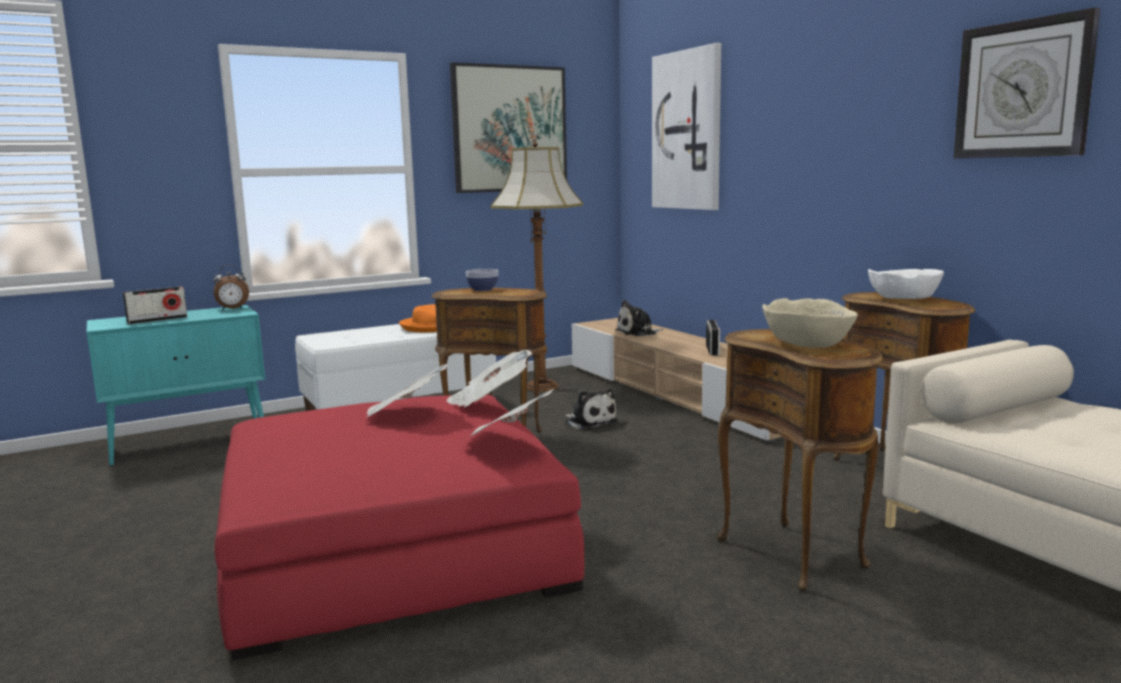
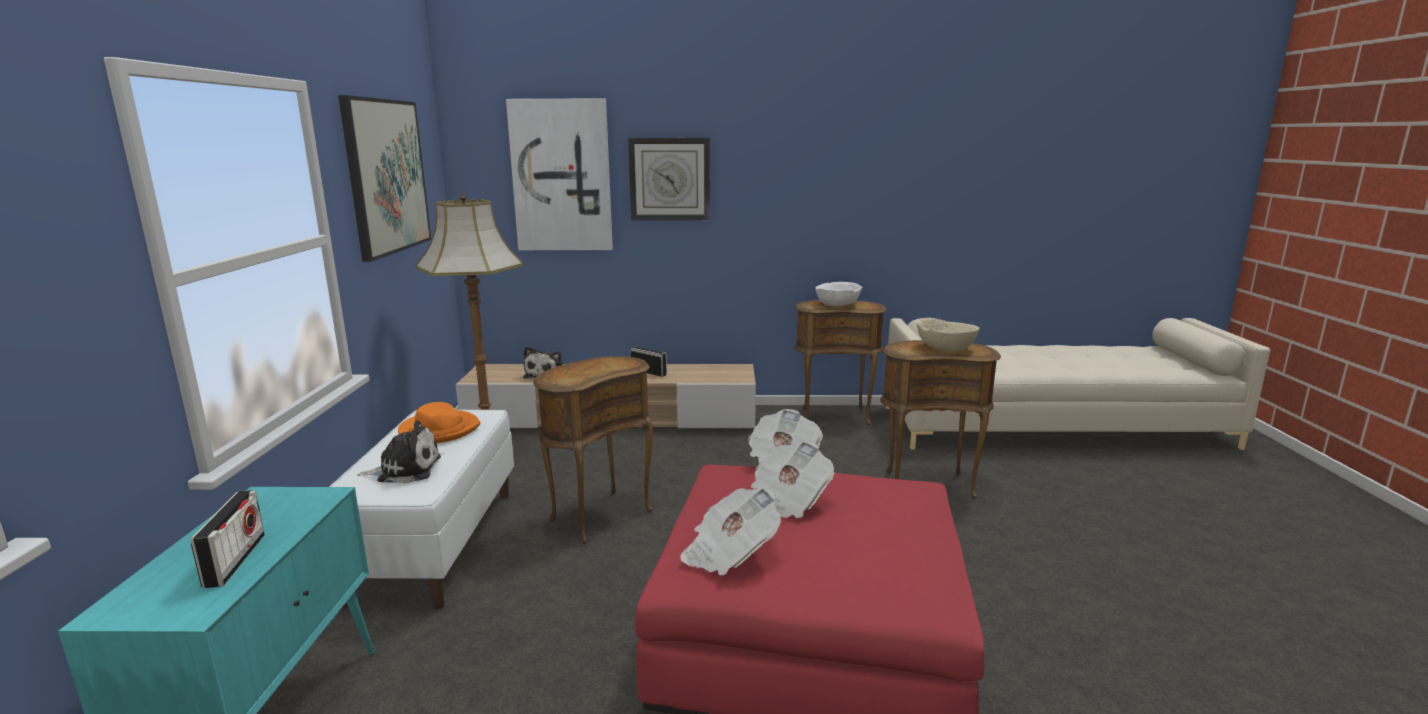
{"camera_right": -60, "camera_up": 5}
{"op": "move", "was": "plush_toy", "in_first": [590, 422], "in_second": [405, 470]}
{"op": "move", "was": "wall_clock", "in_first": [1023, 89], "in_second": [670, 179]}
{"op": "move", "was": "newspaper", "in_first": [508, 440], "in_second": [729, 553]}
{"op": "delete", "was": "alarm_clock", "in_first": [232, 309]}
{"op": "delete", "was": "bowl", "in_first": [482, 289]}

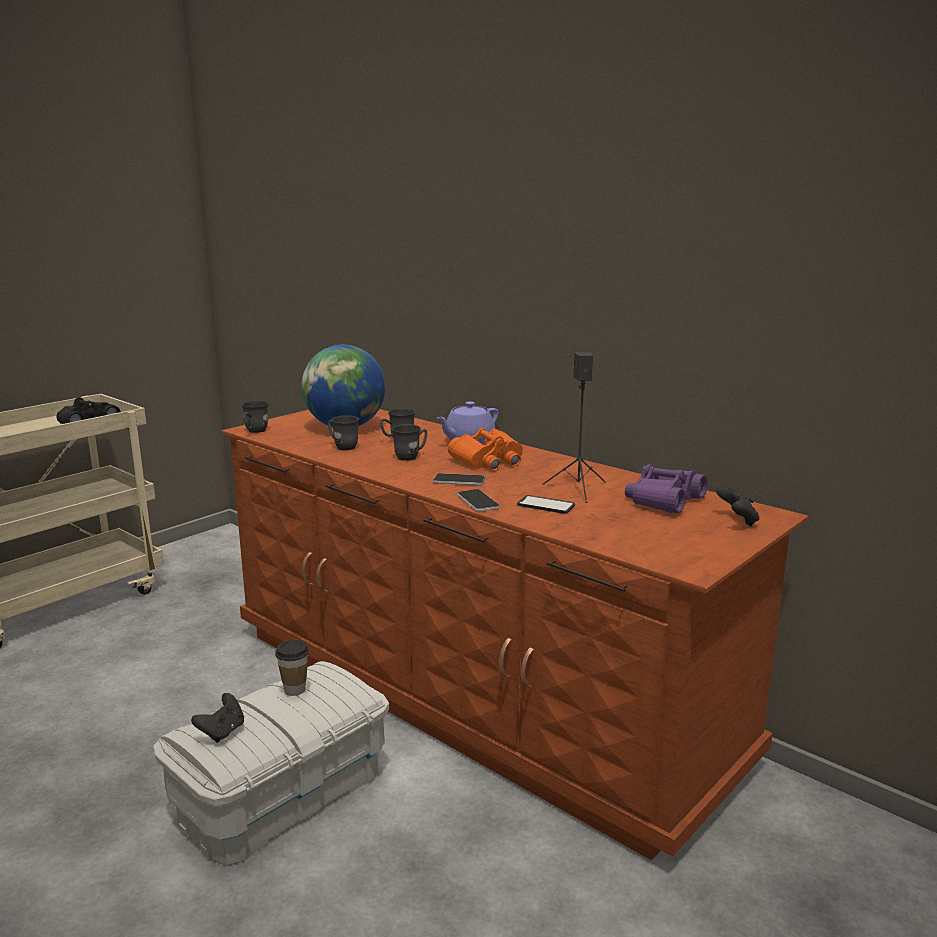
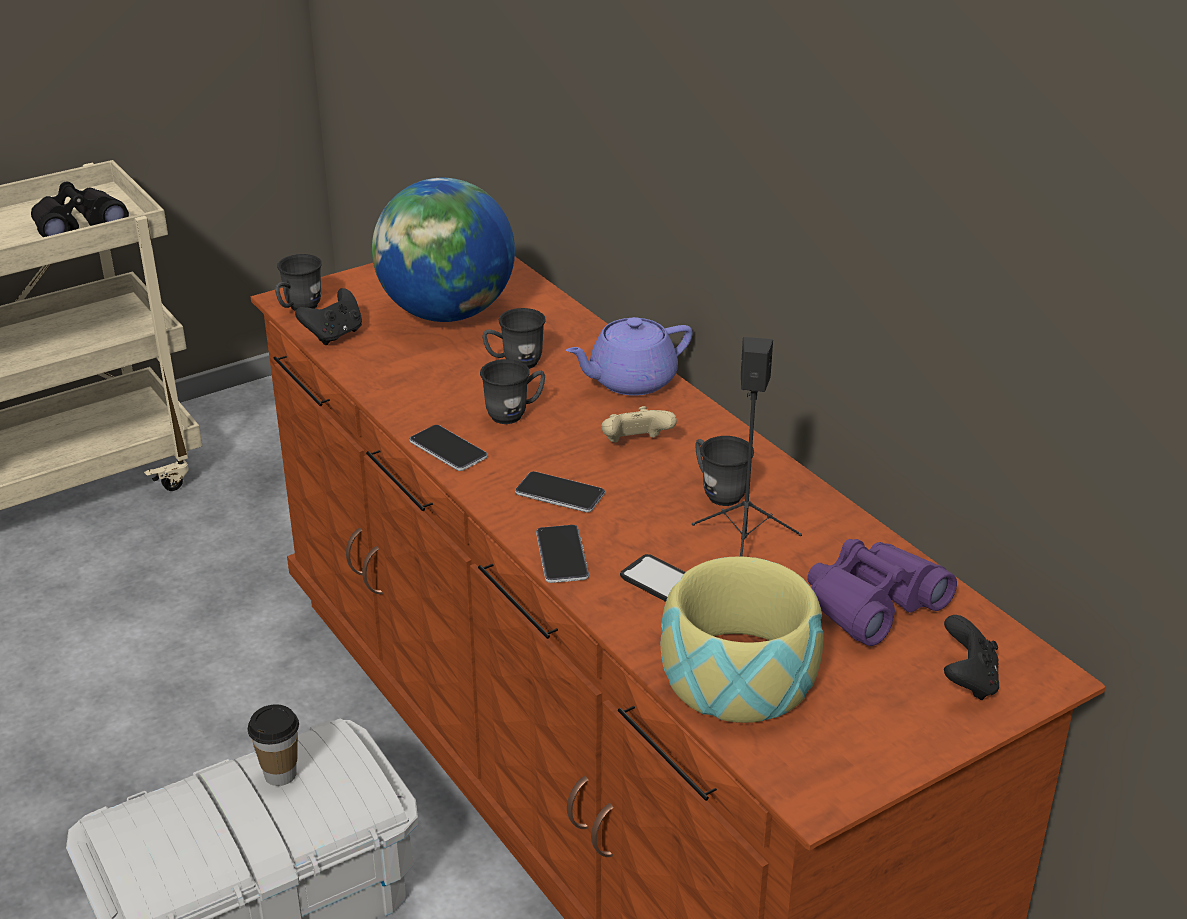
{"camera_right": 15, "camera_up": 15}
{"op": "move", "was": "black_game_controller", "in_first": [222, 732], "in_second": [334, 335]}
{"op": "insert", "now": "phone", "in_second": [448, 449]}
{"op": "replace", "was": "orange_binoculars", "now": "beige_game_controller", "in_first": [488, 461], "in_second": [635, 445]}
{"op": "insert", "now": "bowl", "in_second": [737, 676]}
{"op": "move", "was": "grey_mug", "in_first": [342, 446], "in_second": [718, 492]}

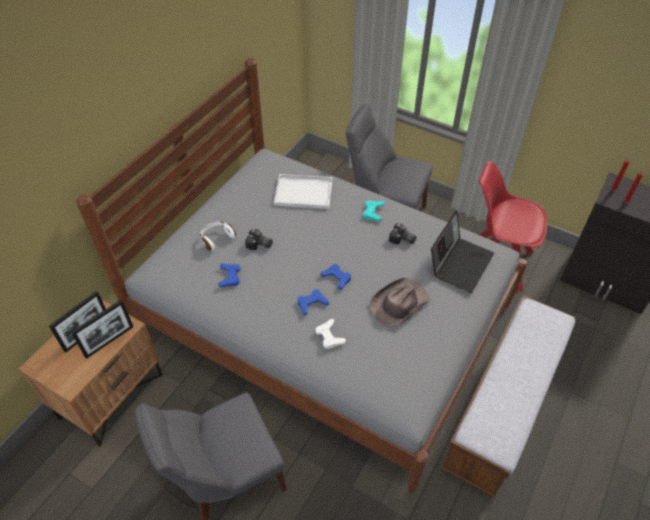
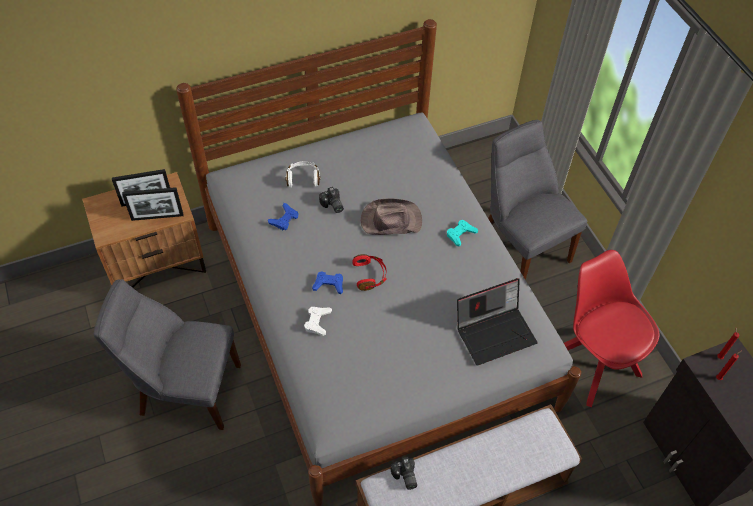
{"camera_right": 35, "camera_up": 5}
{"op": "replace", "was": "blue_game_controller", "now": "red_headphones", "in_first": [336, 278], "in_second": [370, 275]}
{"op": "move", "was": "brown_hat", "in_first": [398, 304], "in_second": [390, 220]}
{"op": "move", "was": "photo_camera", "in_first": [402, 240], "in_second": [404, 477]}
{"op": "delete", "was": "white_tray", "in_first": [302, 193]}

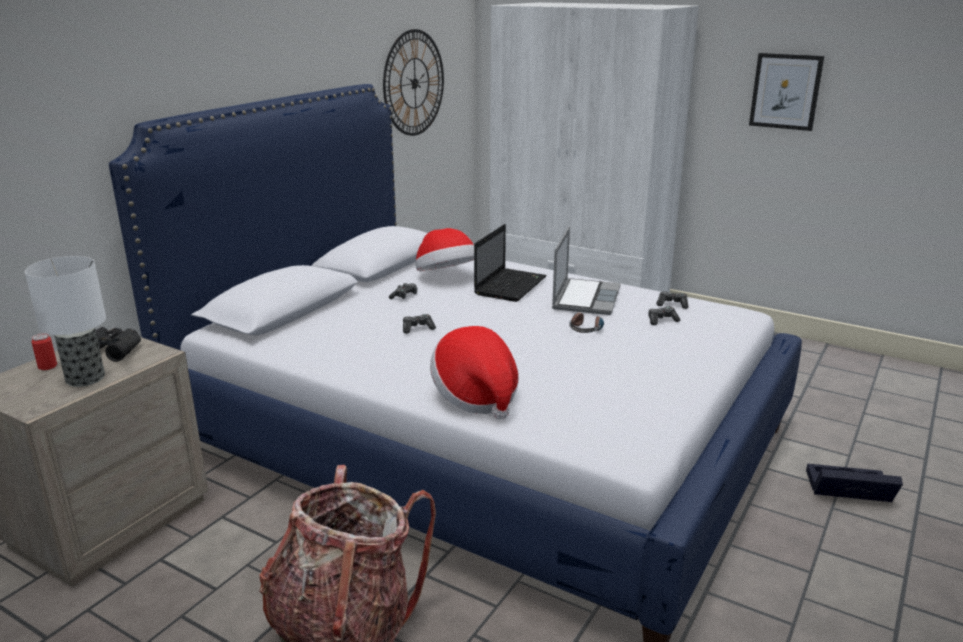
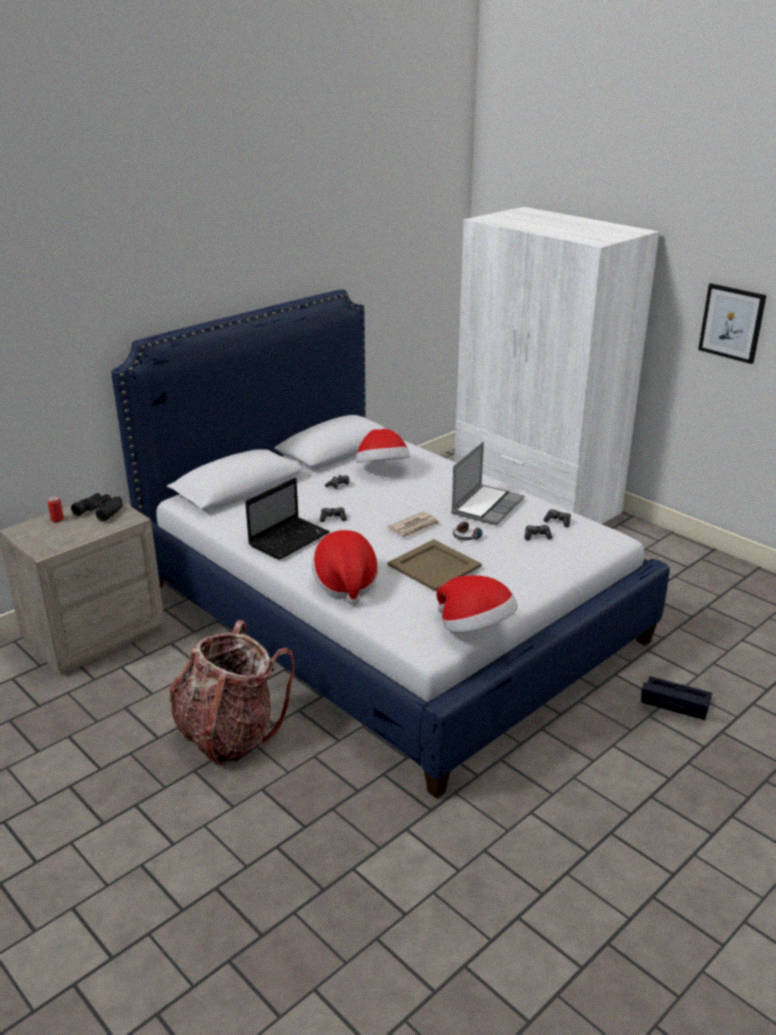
{"camera_right": 15, "camera_up": 5}
{"op": "move", "was": "laptop", "in_first": [510, 285], "in_second": [290, 539]}
{"op": "insert", "now": "newspaper", "in_second": [415, 527]}
{"op": "insert", "now": "beige_tray", "in_second": [434, 566]}
{"op": "insert", "now": "hat", "in_second": [475, 629]}
{"op": "delete", "was": "table_lamp", "in_first": [86, 378]}
{"op": "delete", "was": "wall_clock", "in_first": [414, 83]}

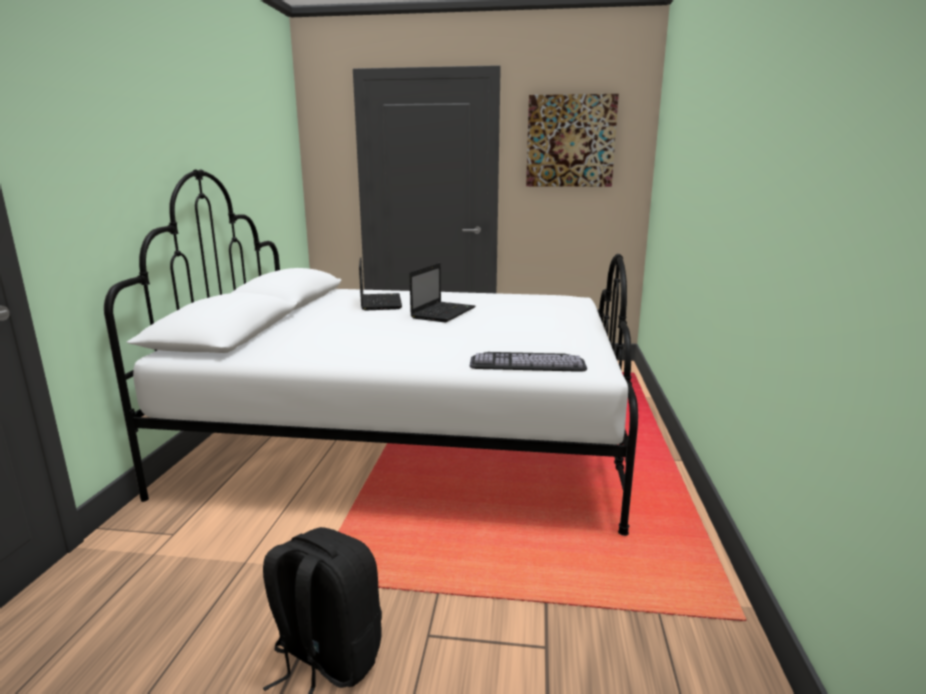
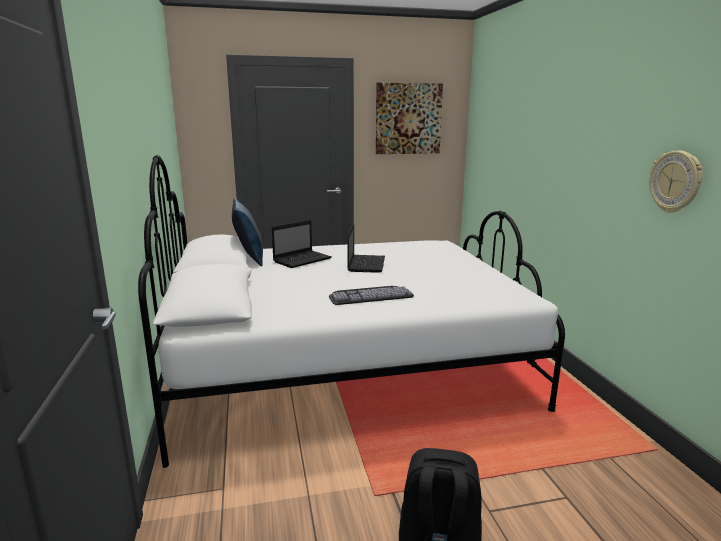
{"camera_right": -20, "camera_up": 0}
{"op": "insert", "now": "blue_pillow", "in_second": [249, 258]}
{"op": "rotate", "was": "laptop", "in_first": [380, 302], "in_second": [303, 260], "clockwise": 75}
{"op": "move", "was": "keyboard", "in_first": [528, 362], "in_second": [370, 295]}
{"op": "insert", "now": "wall_clock", "in_second": [675, 182]}

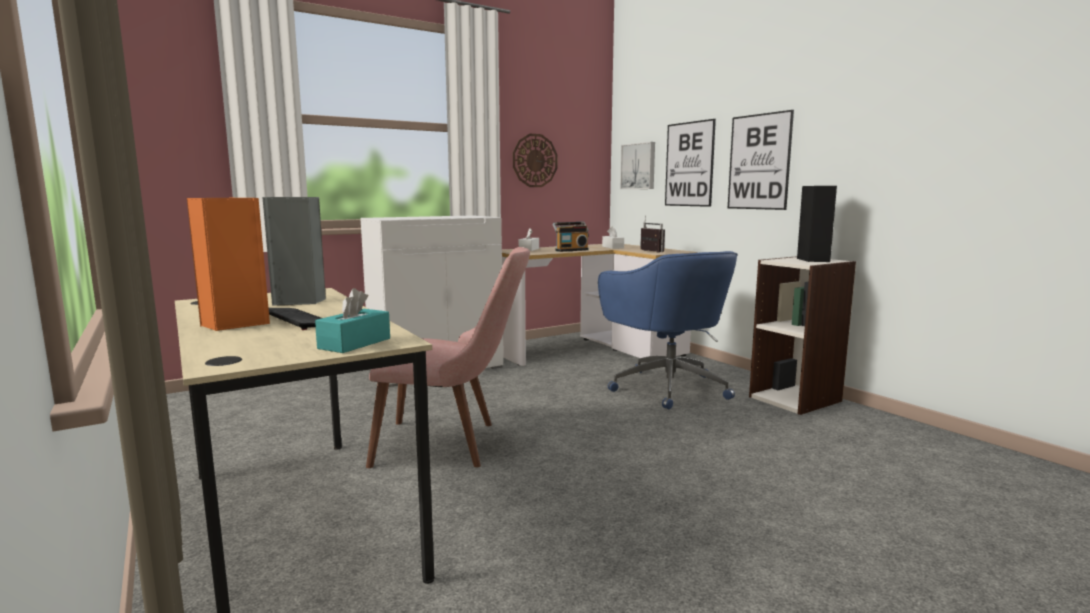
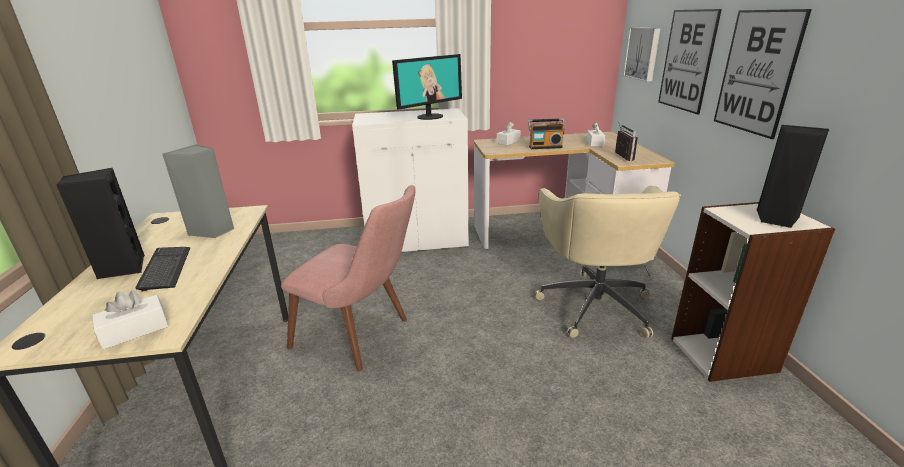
{"camera_right": 25, "camera_up": 15}
{"op": "recolor", "was": "orange_speaker", "now": "black_speaker", "in_first": [233, 324], "in_second": [122, 268]}
{"op": "recolor", "was": "turquoise_tissue_box", "now": "white_tissue_box", "in_first": [354, 343], "in_second": [135, 330]}
{"op": "insert", "now": "monitor", "in_second": [430, 116]}
{"op": "recolor", "was": "blue_office_chair", "now": "beige_office_chair", "in_first": [667, 387], "in_second": [595, 304]}
{"op": "delete", "was": "wall_clock", "in_first": [534, 160]}

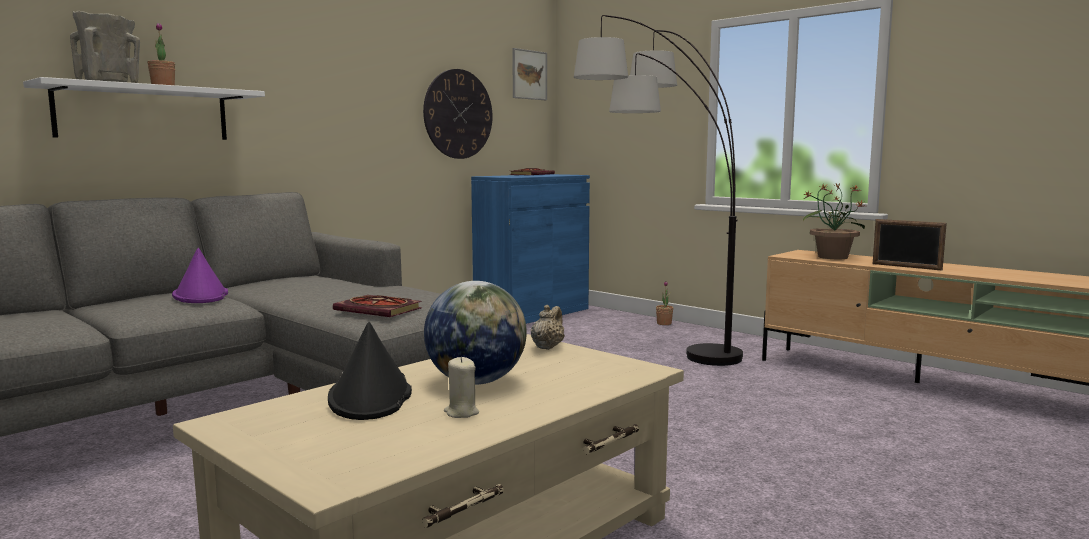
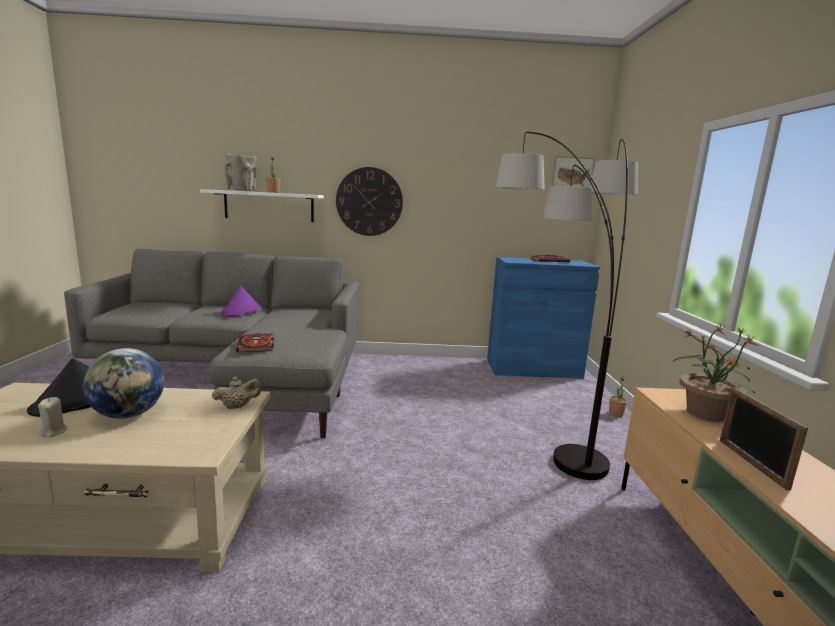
{"camera_right": 45, "camera_up": 5}
{"op": "move", "was": "wall_clock", "in_first": [458, 114], "in_second": [369, 202]}

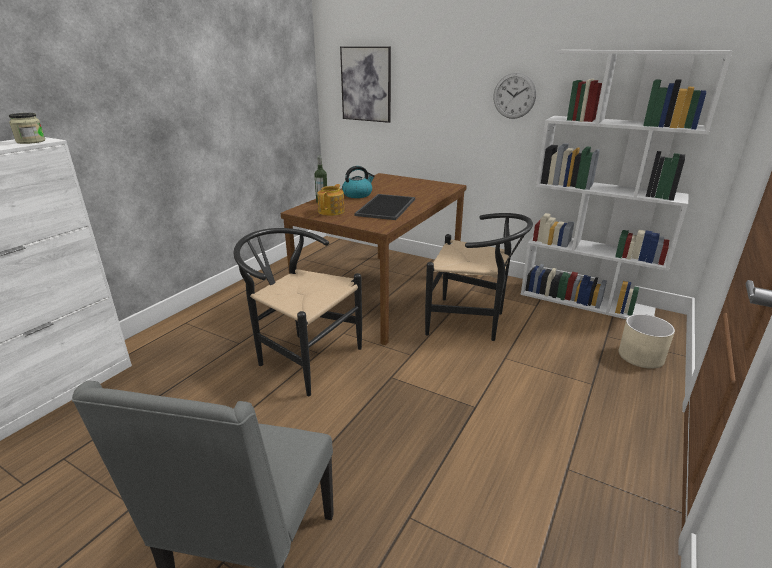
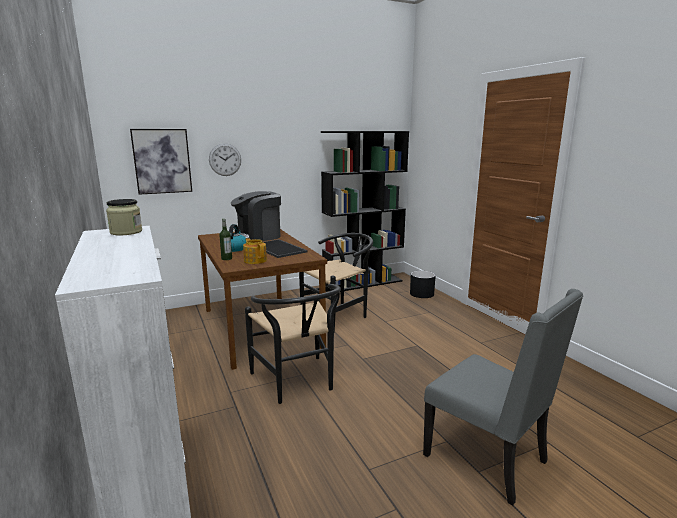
{"camera_right": -55, "camera_up": -10}
{"op": "move", "was": "wall_clock", "in_first": [514, 96], "in_second": [225, 159]}
{"op": "insert", "now": "coffee_machine", "in_second": [258, 237]}
{"op": "rotate", "was": "black_chair", "in_first": [301, 357], "in_second": [297, 383], "clockwise": -90}
{"op": "recolor", "was": "white_bookcase", "now": "black_bookcase", "in_first": [586, 301], "in_second": [363, 283]}
{"op": "recolor", "was": "beige_planter", "now": "black_planter", "in_first": [641, 356], "in_second": [422, 294]}

